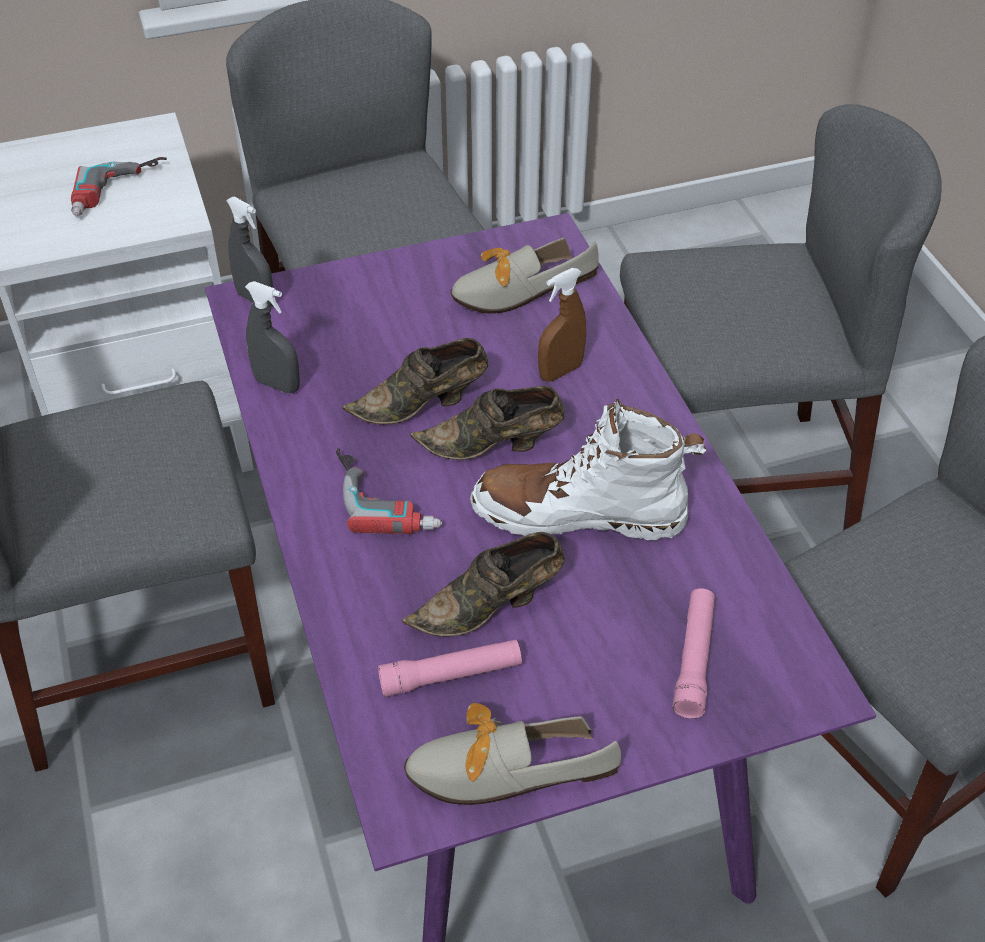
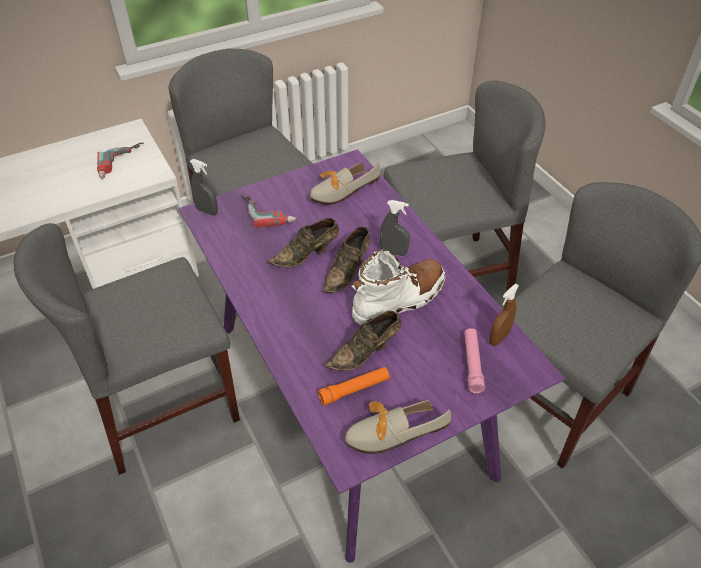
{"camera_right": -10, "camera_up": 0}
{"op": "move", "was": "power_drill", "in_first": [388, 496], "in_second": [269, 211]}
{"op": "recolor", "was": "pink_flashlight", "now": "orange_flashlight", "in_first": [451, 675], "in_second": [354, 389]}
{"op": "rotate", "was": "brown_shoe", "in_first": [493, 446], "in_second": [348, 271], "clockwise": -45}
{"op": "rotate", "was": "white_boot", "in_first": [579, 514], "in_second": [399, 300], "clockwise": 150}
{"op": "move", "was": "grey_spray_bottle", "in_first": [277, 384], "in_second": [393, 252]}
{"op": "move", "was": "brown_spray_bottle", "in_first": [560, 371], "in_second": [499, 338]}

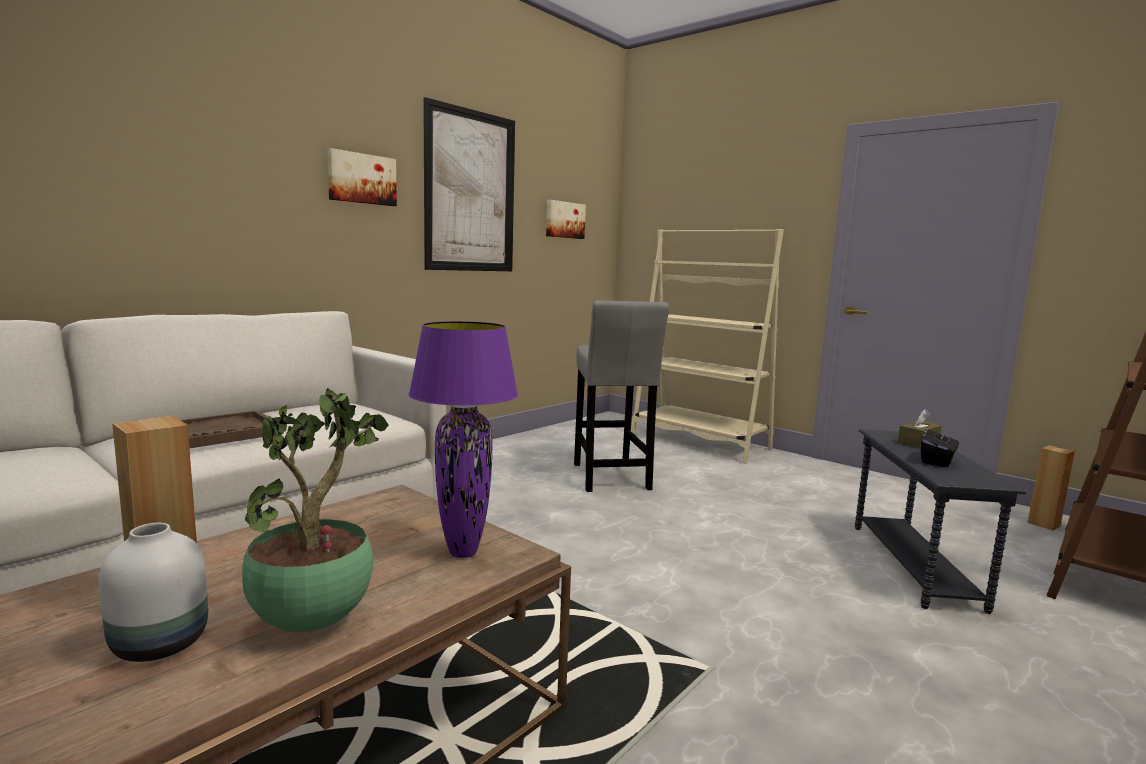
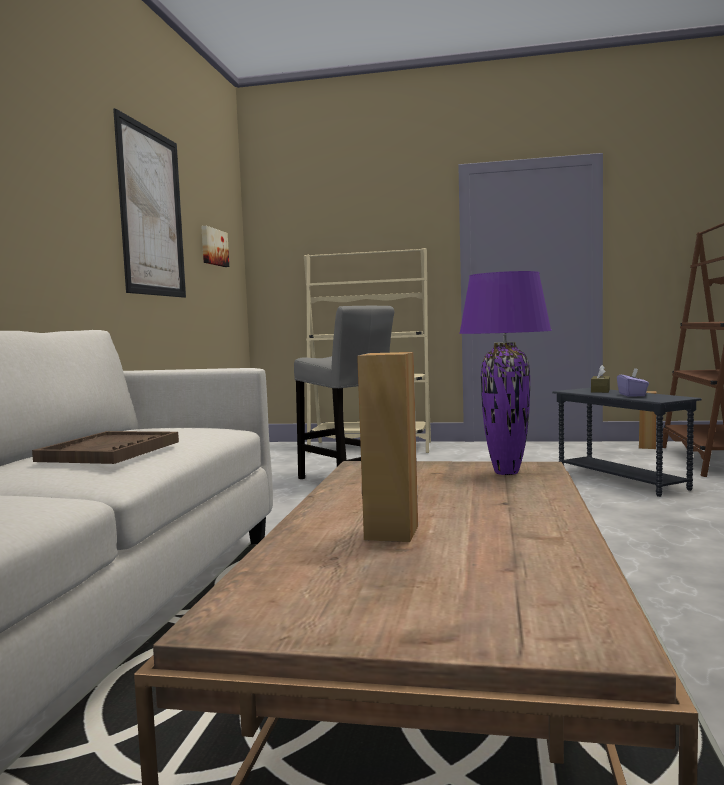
{"camera_right": -30, "camera_up": -5}
{"op": "recolor", "was": "black_tissue_box", "now": "purple_tissue_box", "in_first": [937, 461], "in_second": [632, 395]}
{"op": "delete", "was": "white_vase", "in_first": [162, 643]}
{"op": "delete", "was": "potted_plant", "in_first": [315, 620]}
{"op": "delete", "was": "picture", "in_first": [361, 178]}

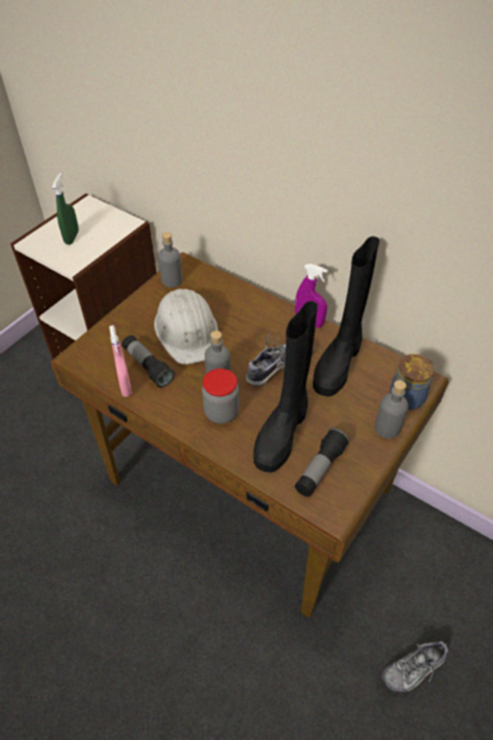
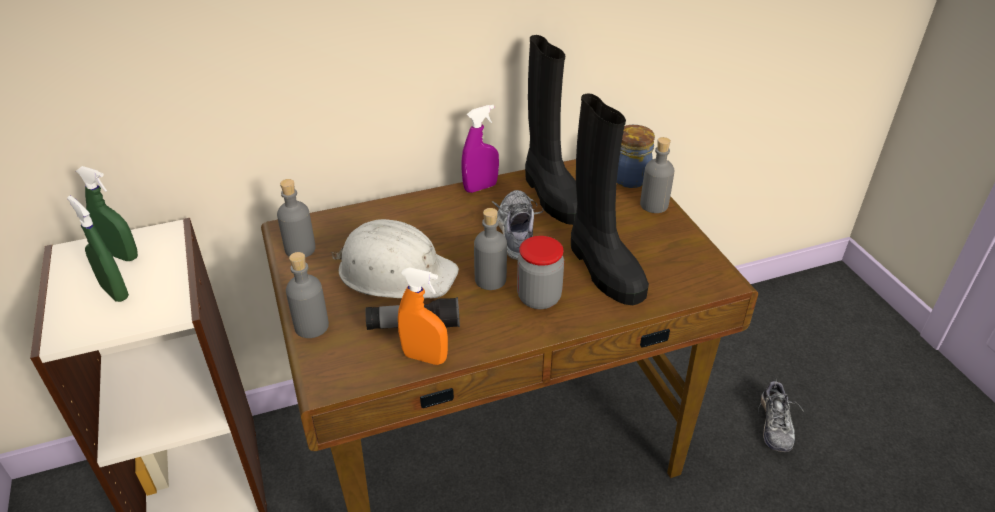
{"camera_right": -55, "camera_up": -10}
{"op": "insert", "now": "green_spray_bottle", "in_second": [121, 255]}
{"op": "insert", "now": "grey_bottle", "in_second": [311, 326]}
{"op": "recolor", "was": "pink_spray_bottle", "now": "orange_spray_bottle", "in_first": [125, 386], "in_second": [425, 357]}
{"op": "delete", "was": "flashlight", "in_first": [320, 469]}

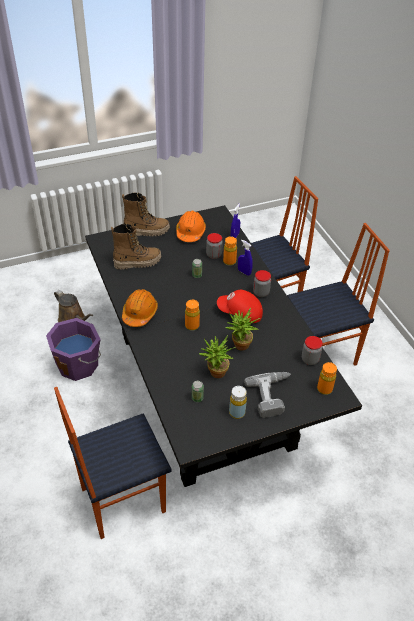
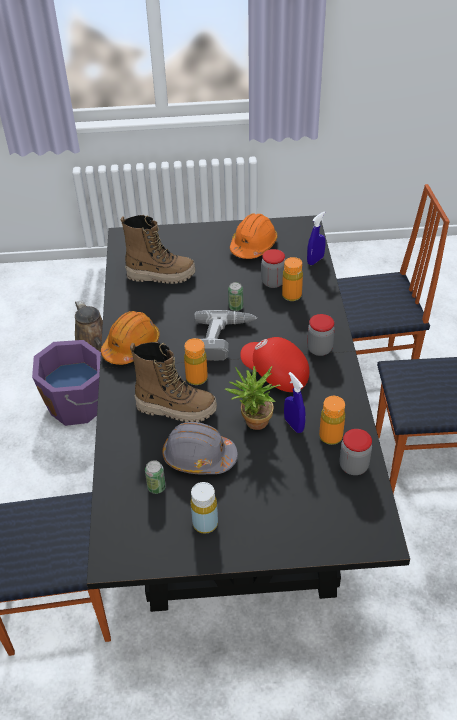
{"camera_right": 20, "camera_up": 0}
{"op": "move", "was": "boot", "in_first": [147, 231], "in_second": [176, 408]}
{"op": "replace", "was": "potted_plant", "now": "grey_hard_hat", "in_first": [215, 374], "in_second": [199, 457]}
{"op": "move", "was": "power_drill", "in_first": [272, 396], "in_second": [224, 339]}
{"op": "move", "was": "blue_spray_bottle", "in_first": [244, 272], "in_second": [293, 425]}
{"op": "move", "was": "orange_bottle", "in_first": [324, 389], "in_second": [330, 436]}

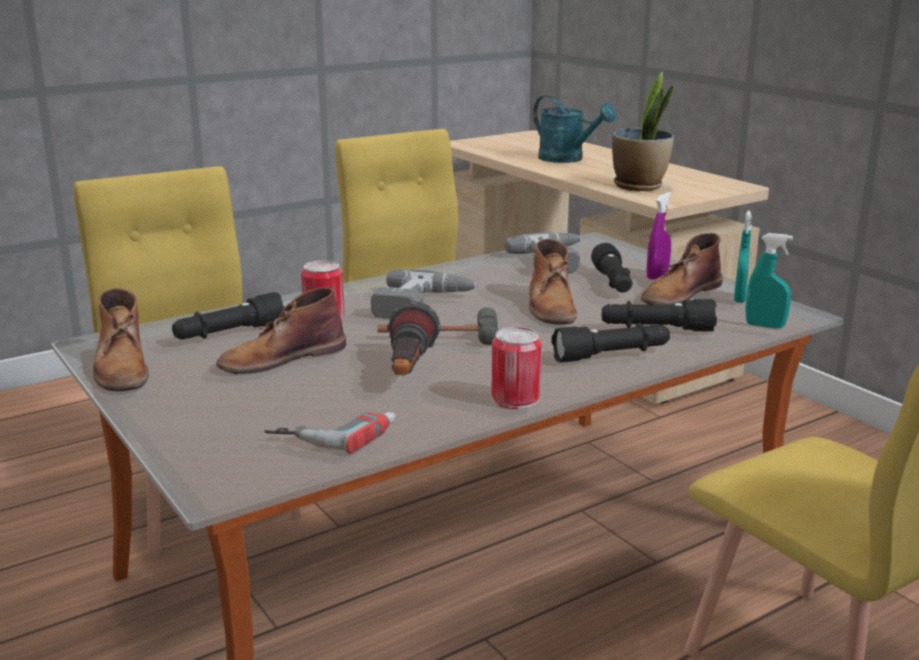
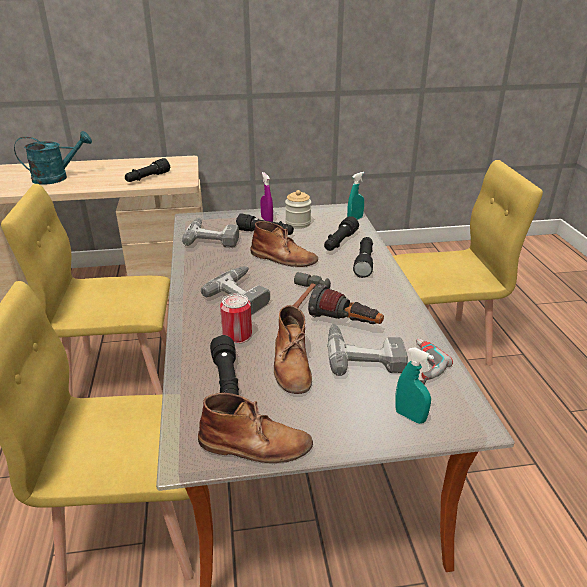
{"camera_right": -65, "camera_up": 10}
{"op": "replace", "was": "potted_plant", "now": "black_flashlight", "in_first": [639, 186], "in_second": [147, 178]}
{"op": "replace", "was": "brown_boot", "now": "jar", "in_first": [680, 294], "in_second": [298, 223]}
{"op": "insert", "now": "power_drill", "in_second": [363, 355]}
{"op": "move", "was": "turquoise_spray_bottle", "in_first": [739, 298], "in_second": [410, 416]}
{"op": "delete", "was": "can", "in_first": [515, 398]}

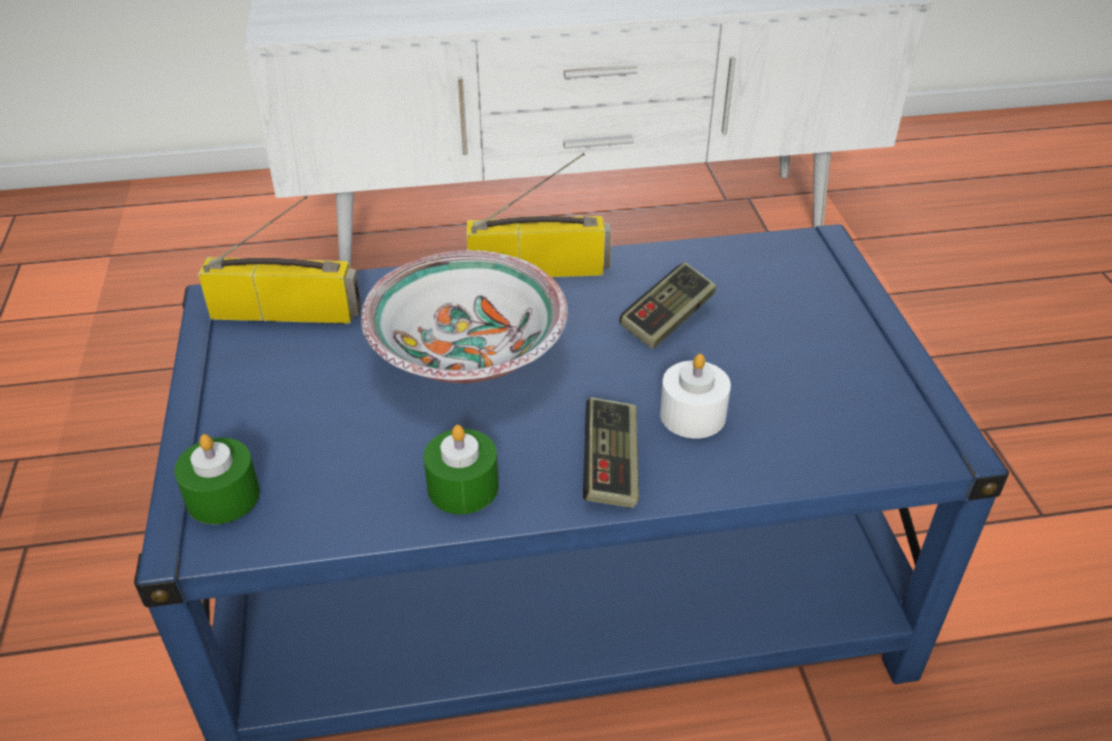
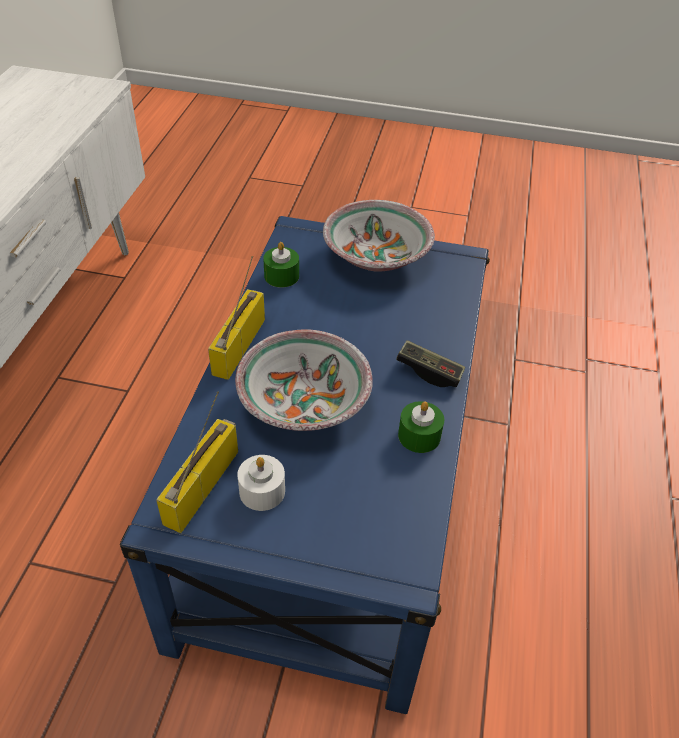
{"camera_right": -70, "camera_up": 5}
{"op": "move", "was": "white_candle", "in_first": [692, 415], "in_second": [262, 491]}
{"op": "move", "was": "green_candle", "in_first": [223, 496], "in_second": [281, 276]}
{"op": "insert", "now": "bowl", "in_second": [376, 257]}
{"op": "delete", "was": "game_controller", "in_first": [667, 319]}

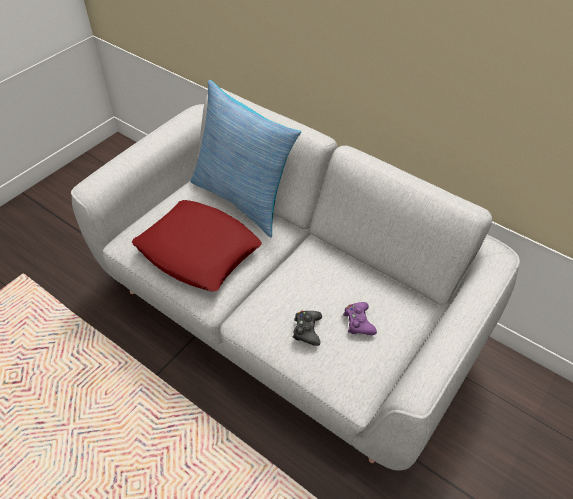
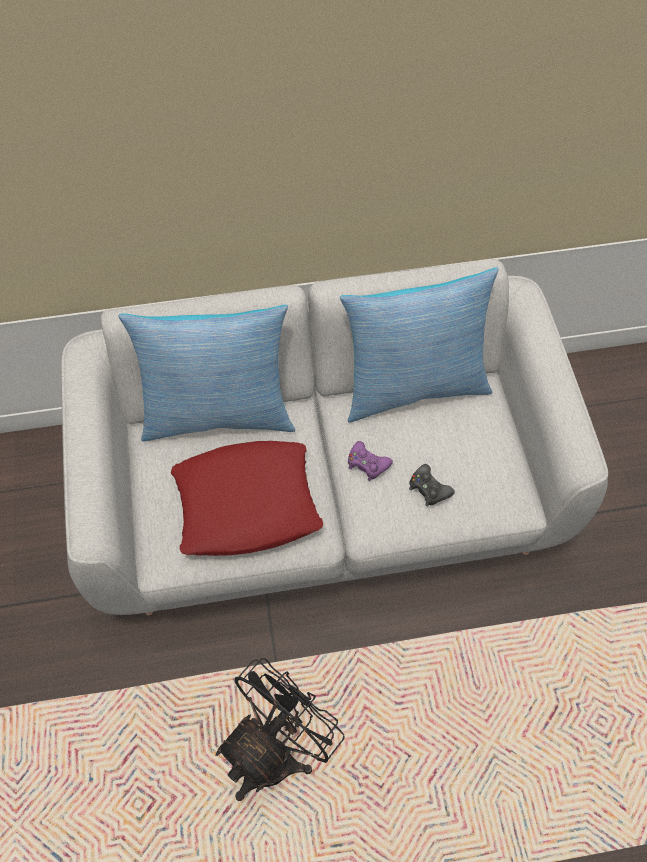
{"camera_right": -45, "camera_up": 10}
{"op": "insert", "now": "black_fan", "in_second": [277, 750]}
{"op": "insert", "now": "pillow", "in_second": [413, 386]}
{"op": "move", "was": "purple_game_controller", "in_first": [358, 322], "in_second": [367, 464]}

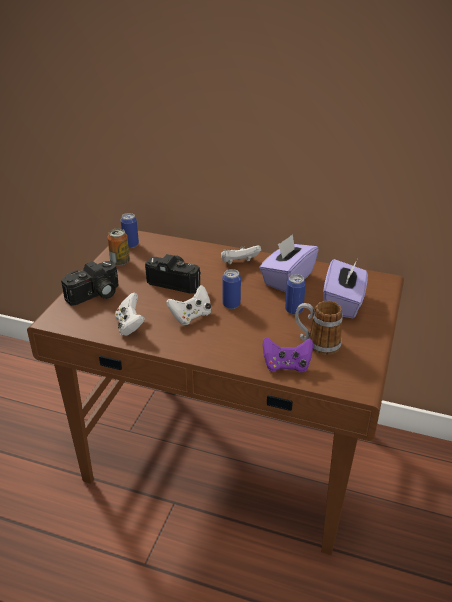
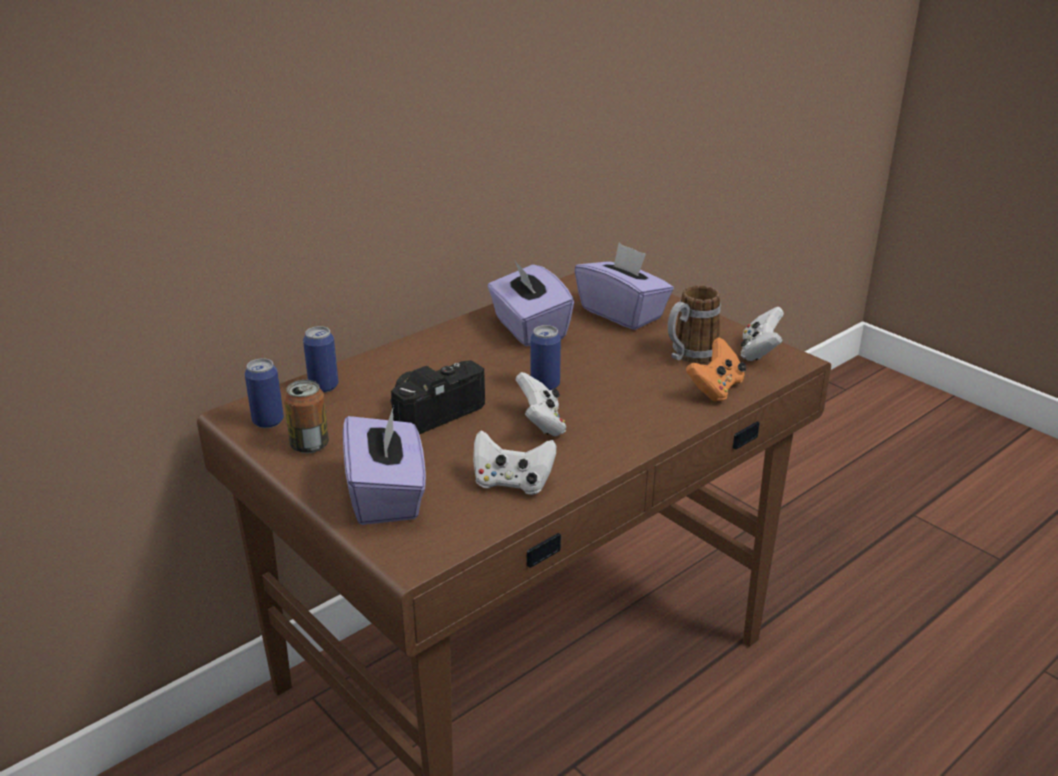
{"camera_right": -60, "camera_up": -5}
{"op": "move", "was": "can", "in_first": [294, 310], "in_second": [323, 386]}
{"op": "replace", "was": "photo_camera", "now": "purple_tissue_box", "in_first": [95, 295], "in_second": [387, 495]}
{"op": "recolor", "was": "purple_game_controller", "now": "orange_game_controller", "in_first": [286, 365], "in_second": [715, 389]}
{"op": "move", "was": "white_game_controller", "in_first": [239, 263], "in_second": [759, 352]}

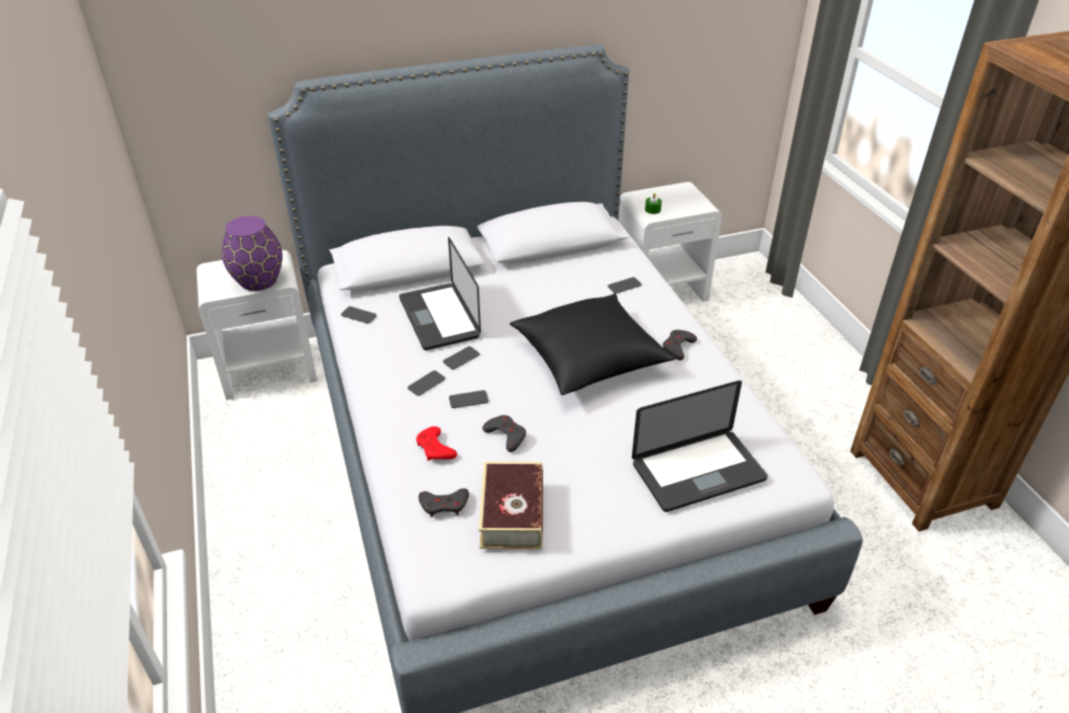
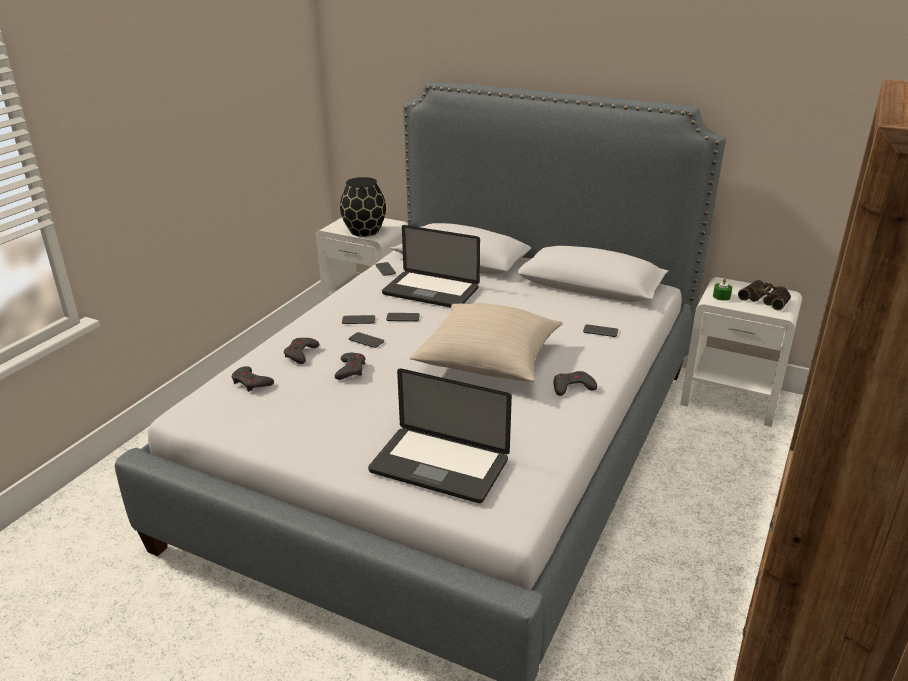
{"camera_right": 45, "camera_up": -10}
{"op": "recolor", "was": "red_game_controller", "now": "grey_game_controller", "in_first": [435, 448], "in_second": [300, 353]}
{"op": "recolor", "was": "purple_vase", "now": "black_vase", "in_first": [258, 280], "in_second": [364, 231]}
{"op": "rotate", "was": "laptop", "in_first": [439, 318], "in_second": [430, 291], "clockwise": -90}
{"op": "recolor", "was": "black_pillow", "now": "beige_pillow", "in_first": [589, 359], "in_second": [488, 360]}
{"op": "insert", "now": "binoculars", "in_second": [765, 299]}
{"op": "delete", "was": "book", "in_first": [512, 513]}

